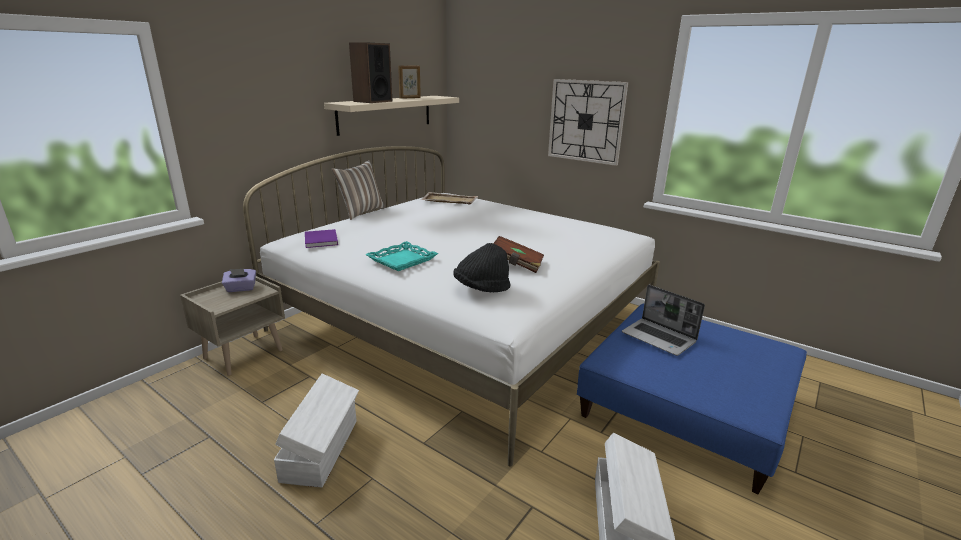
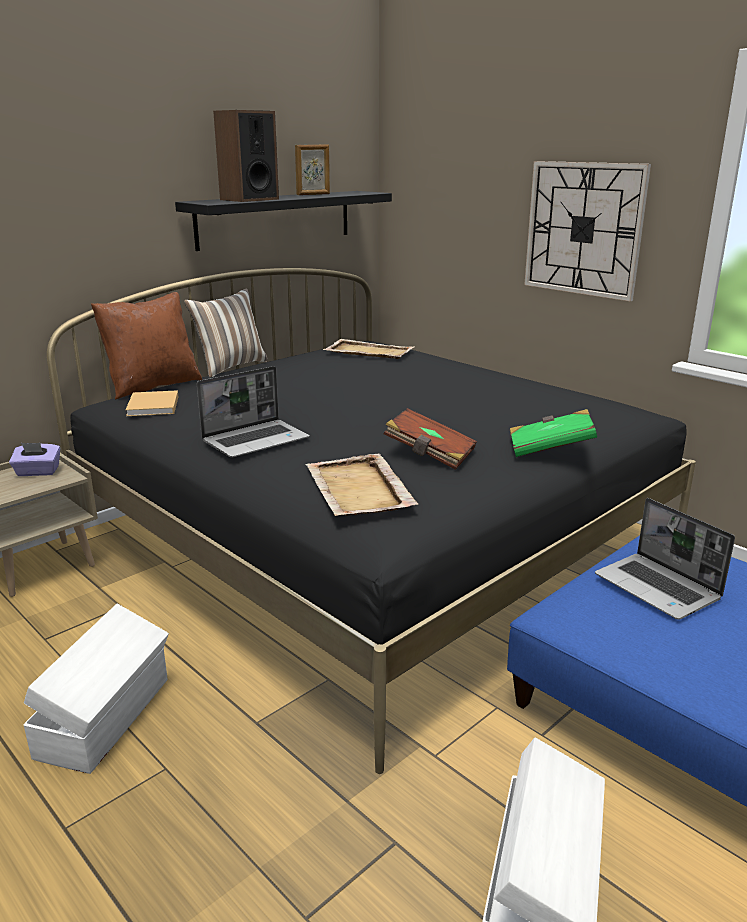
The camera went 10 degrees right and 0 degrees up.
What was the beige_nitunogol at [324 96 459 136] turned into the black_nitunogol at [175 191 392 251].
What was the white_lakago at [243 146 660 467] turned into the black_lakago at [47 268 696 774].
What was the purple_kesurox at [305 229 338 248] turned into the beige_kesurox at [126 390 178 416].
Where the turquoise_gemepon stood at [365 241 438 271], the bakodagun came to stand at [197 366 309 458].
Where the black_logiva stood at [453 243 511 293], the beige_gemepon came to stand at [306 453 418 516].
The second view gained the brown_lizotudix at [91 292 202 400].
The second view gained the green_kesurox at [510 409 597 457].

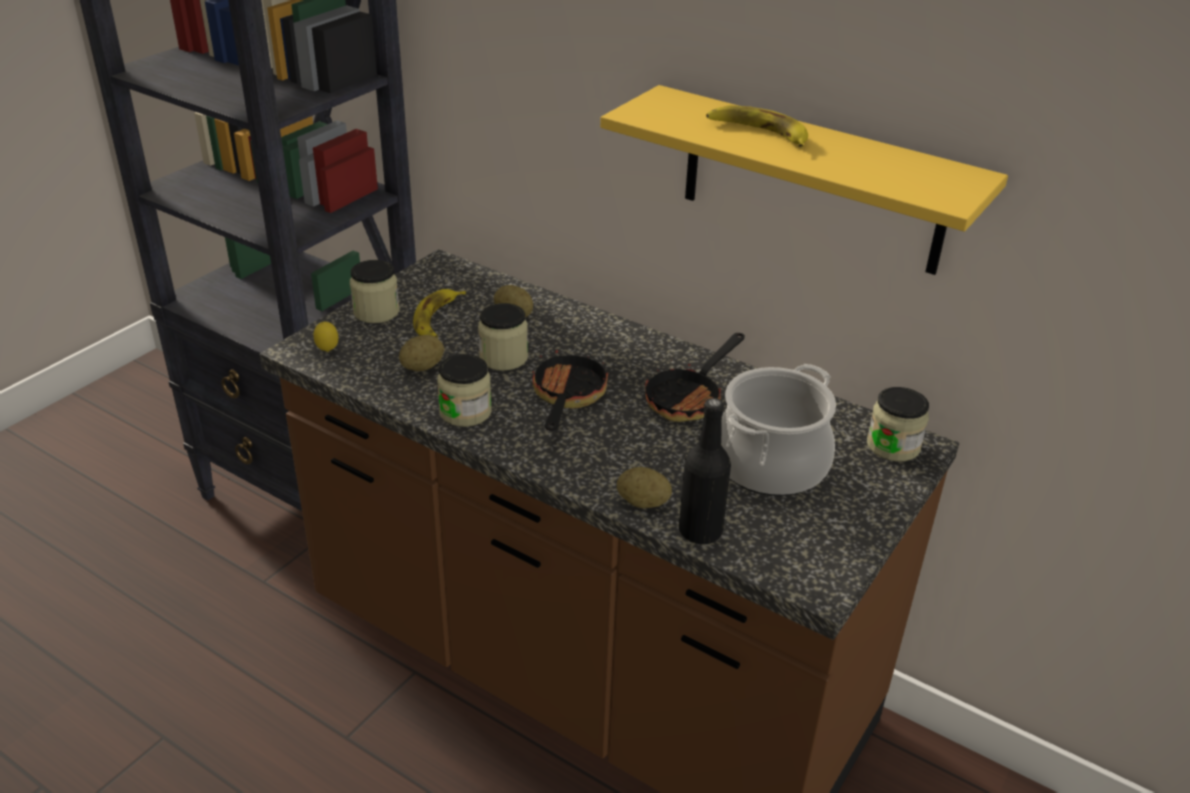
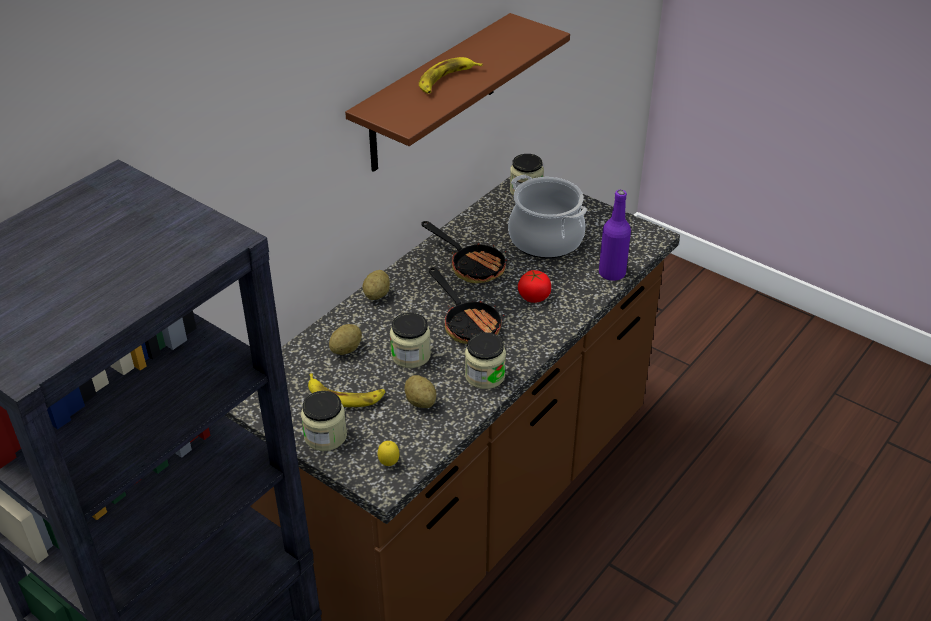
The camera went 85 degrees left and 5 degrees up.
What was the yellow_nitunogol at [600 85 1008 275] turned into the brown_nitunogol at [345 13 570 172].
The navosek at [532 350 608 431] ended up facing another way, 135 degrees counterclockwise from before.
What was the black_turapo at [679 398 731 544] turned into the purple_turapo at [599 190 631 281].
The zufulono ended up elsewhere, having gone from [617 467 672 508] to [362 270 390 300].
The second view gained the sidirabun at [518 270 551 303].

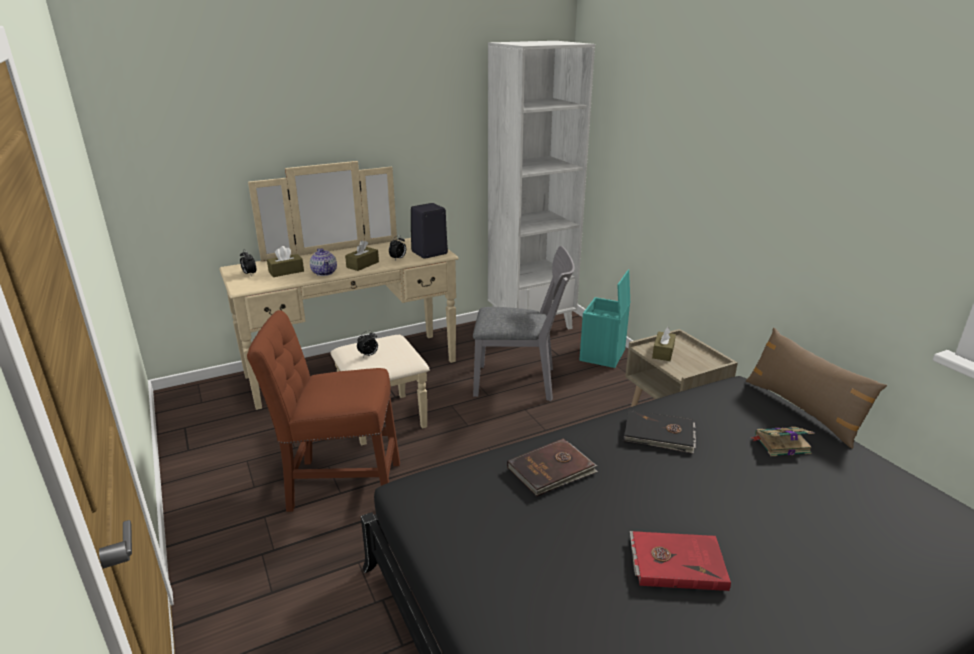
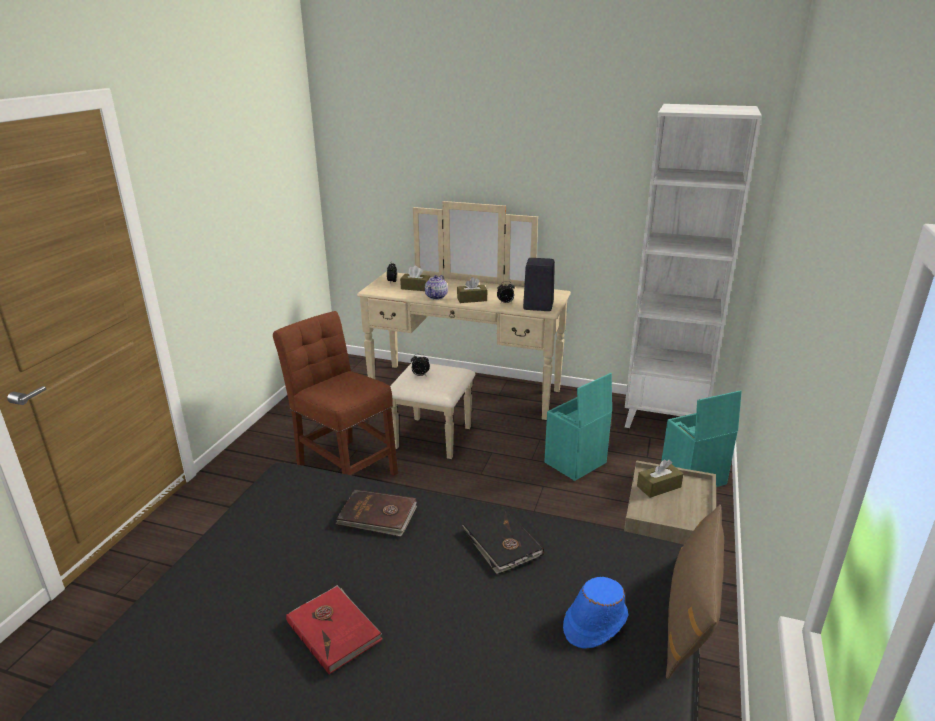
The camera went 45 degrees right and 0 degrees up.
Where the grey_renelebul stood at [473 246 575 401], the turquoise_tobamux came to stand at [544 373 612 481].
Where the kesurox stood at [752 427 815 456], the blue_logiva came to stand at [563 577 628 649].

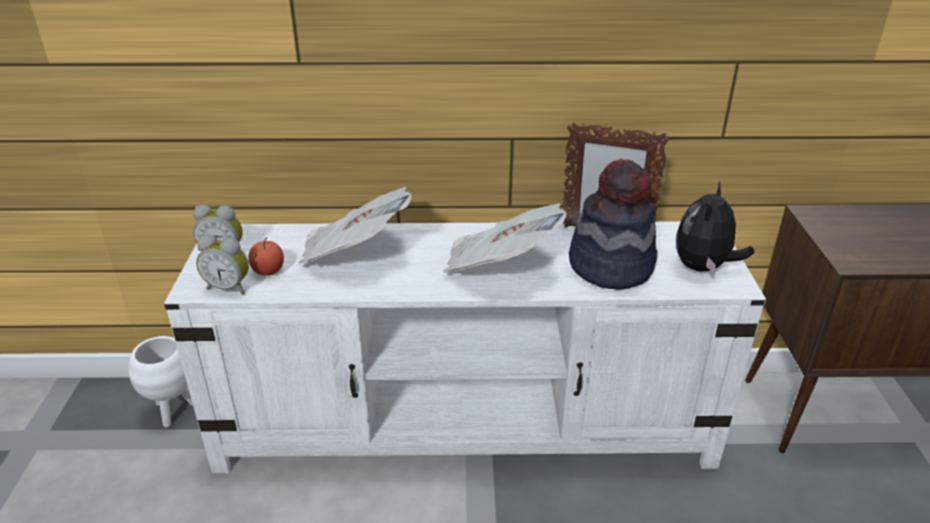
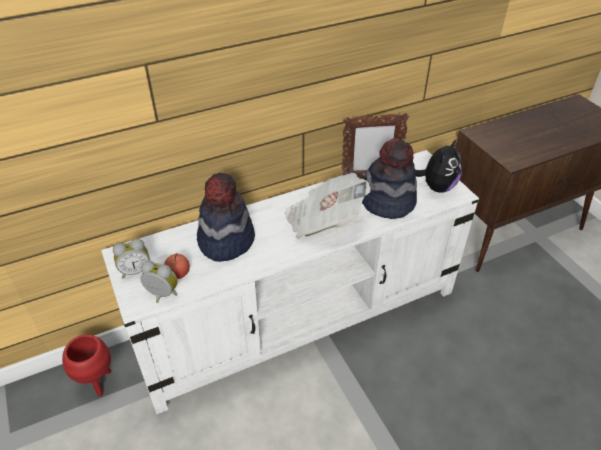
The camera went 25 degrees left and 10 degrees up.
The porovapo at [676 182 754 274] ended up facing another way, 150 degrees counterclockwise from before.
Where the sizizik stood at [299 187 412 264], the logiva came to stand at [197 173 255 262].
The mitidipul at [196 235 249 295] ended up facing another way, 150 degrees counterclockwise from before.
What was the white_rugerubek at [129 336 193 427] turned into the red_rugerubek at [62 335 111 397].

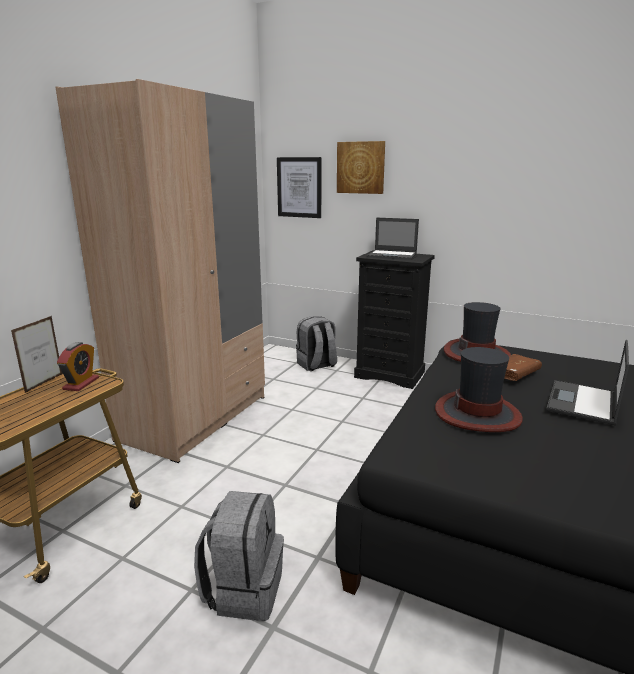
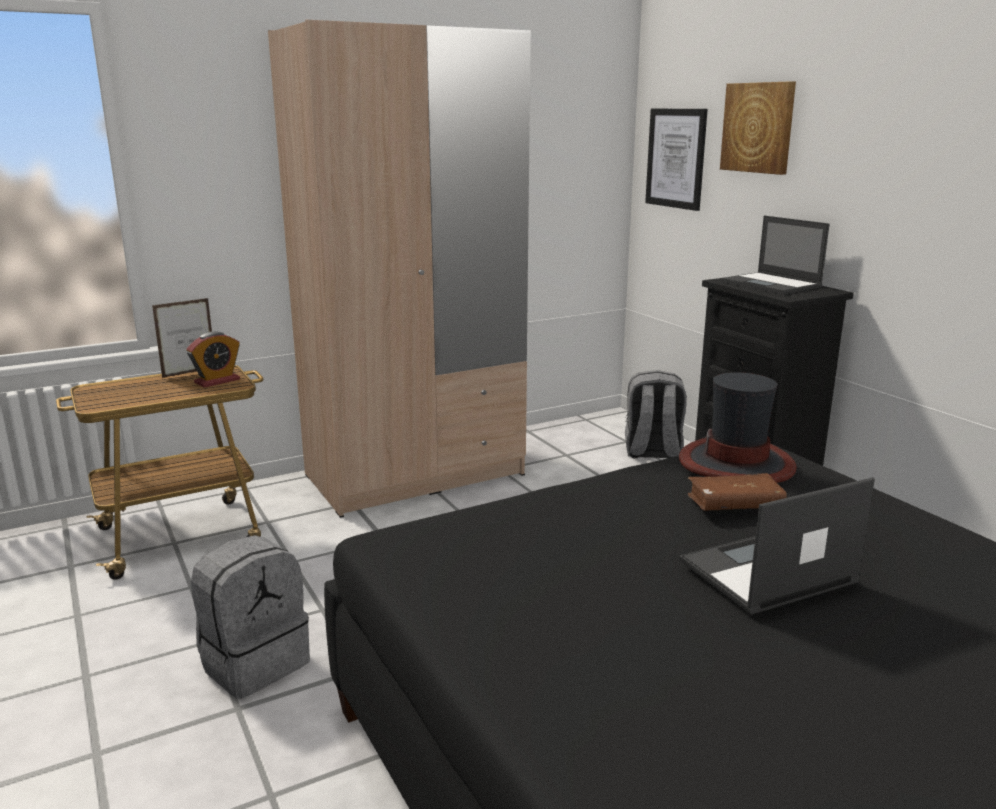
The camera went 35 degrees right and 0 degrees up.
The second view lost the logiva at [435 347 523 432].

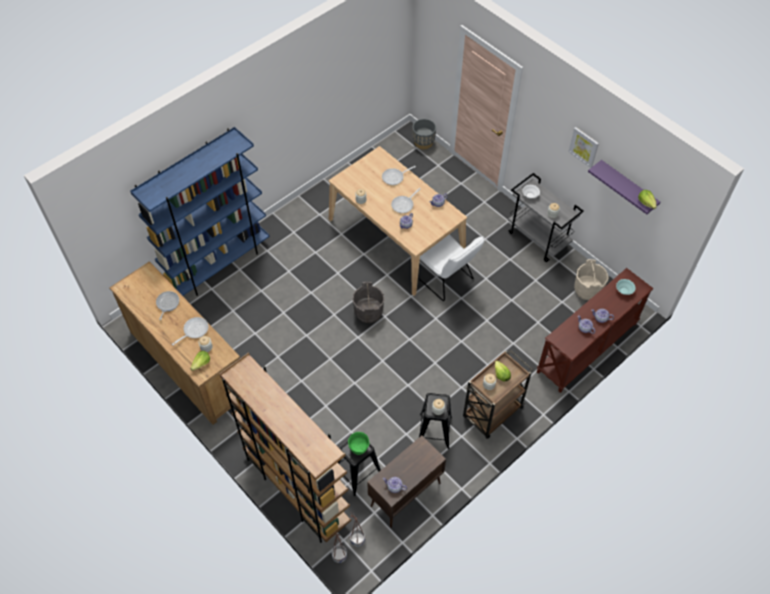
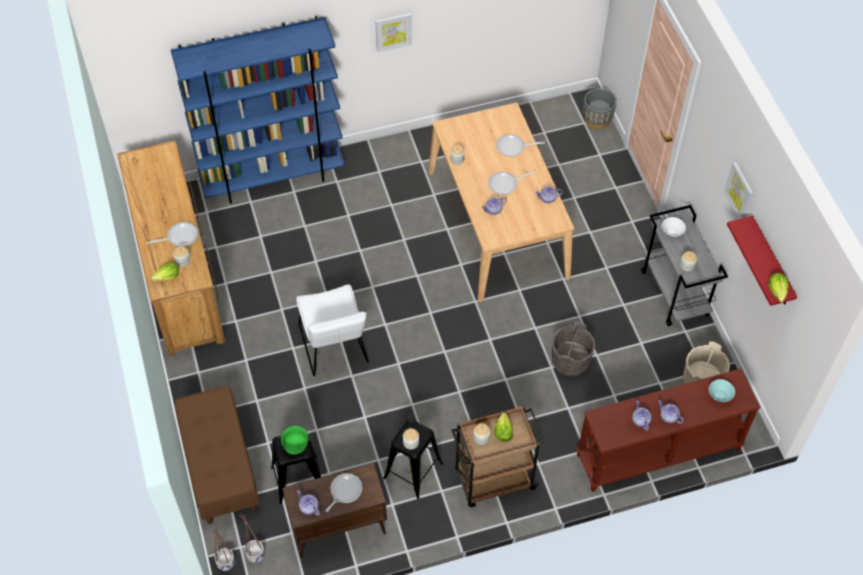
The camera went 25 degrees right and 0 degrees up.
What was the purple_nitunogol at [588 160 660 214] turned into the red_nitunogol at [727 216 797 306].
The white_renelebul ended up elsewhere, having gone from [418 235 484 301] to [296 284 369 376].
The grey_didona ended up elsewhere, having gone from [352 282 385 323] to [552 322 595 377].
The navosek ended up elsewhere, having gone from [156 291 179 320] to [326 473 362 512].
Where the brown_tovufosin stood at [219 352 351 543], the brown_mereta came to stand at [175 386 260 524].
The second view gained the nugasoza at [375 13 412 52].

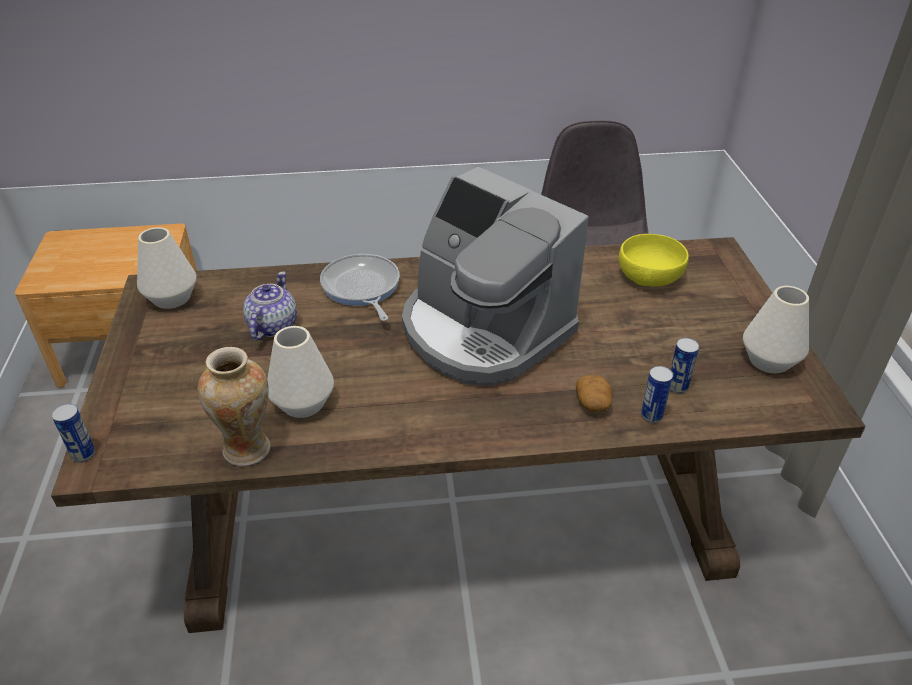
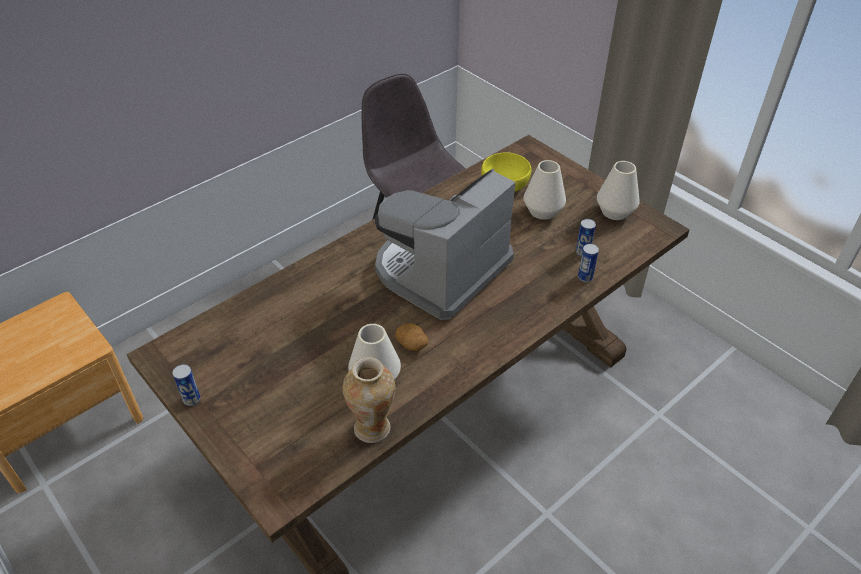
The camera went 35 degrees left and 5 degrees up.
The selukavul at [402 167 589 386] ended up facing another way, 120 degrees clockwise from before.
The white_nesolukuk ended up elsewhere, having gone from [137 227 197 309] to [524 160 566 220].
The second view lost the navosek at [320 254 400 321].
The second view lost the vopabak at [243 271 297 340].
The zufulono ended up elsewhere, having gone from [576 375 612 412] to [395 323 428 351].
The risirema ended up elsewhere, having gone from [52 404 95 463] to [172 364 200 406].

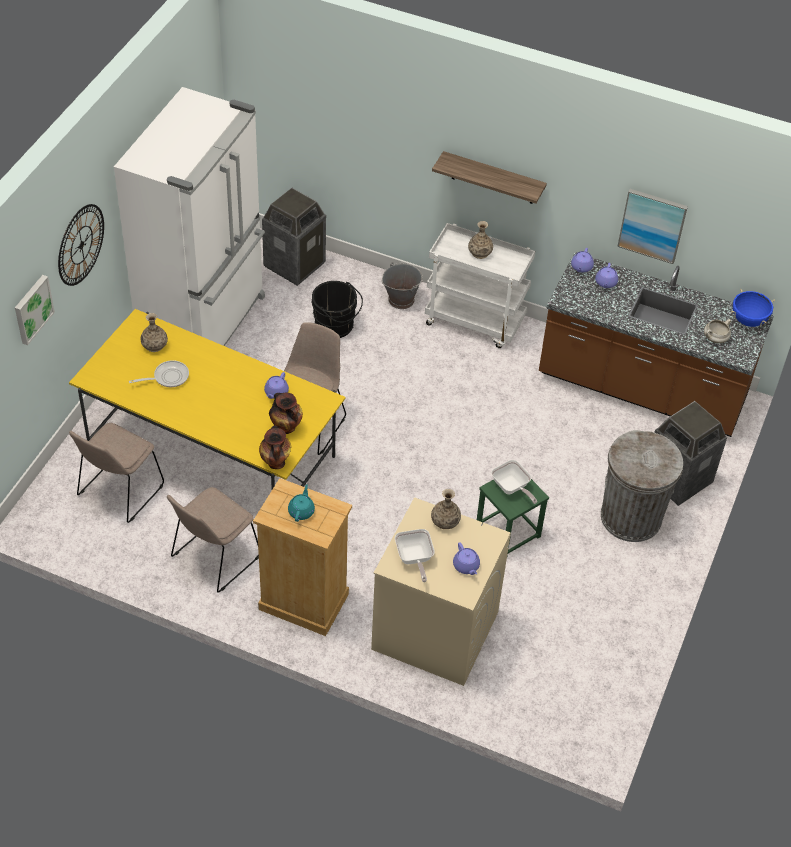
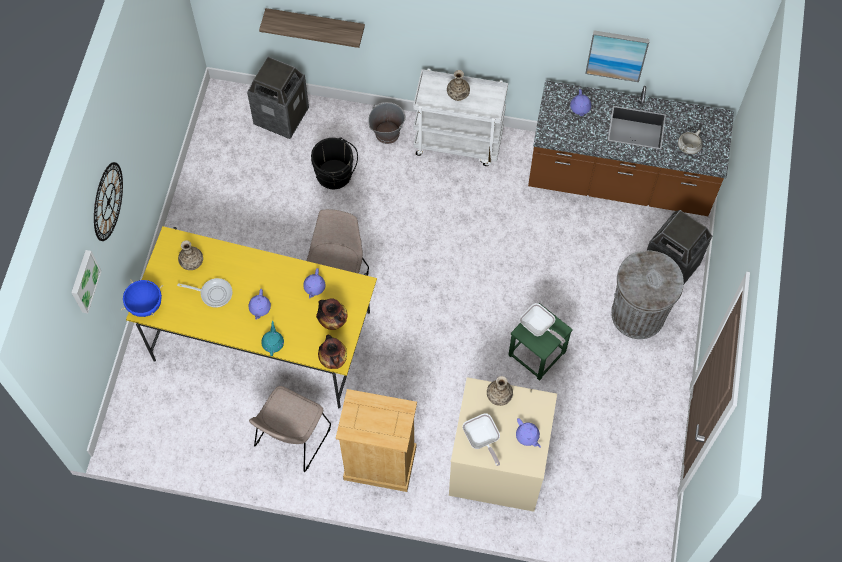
The camera went 10 degrees left and 15 degrees up.
The second view lost the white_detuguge at [114 87 265 346].
The nitunogol ended up elsewhere, having gone from [432 151 547 204] to [259 8 365 48].
The purple_vopabak ended up elsewhere, having gone from [571 248 594 272] to [249 289 271 320].
The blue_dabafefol ended up elsewhere, having gone from [731 289 775 327] to [121 279 163 317].
The navosek at [129 360 189 387] ended up facing another way, 45 degrees clockwise from before.
The second view lost the beige_renelebul at [69 423 164 523].
The turquoise_vopabak ended up elsewhere, having gone from [288 484 315 522] to [261 321 284 356].

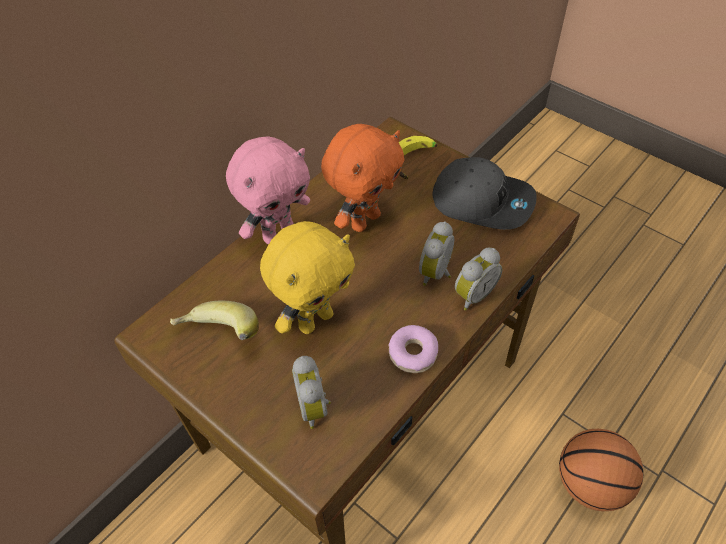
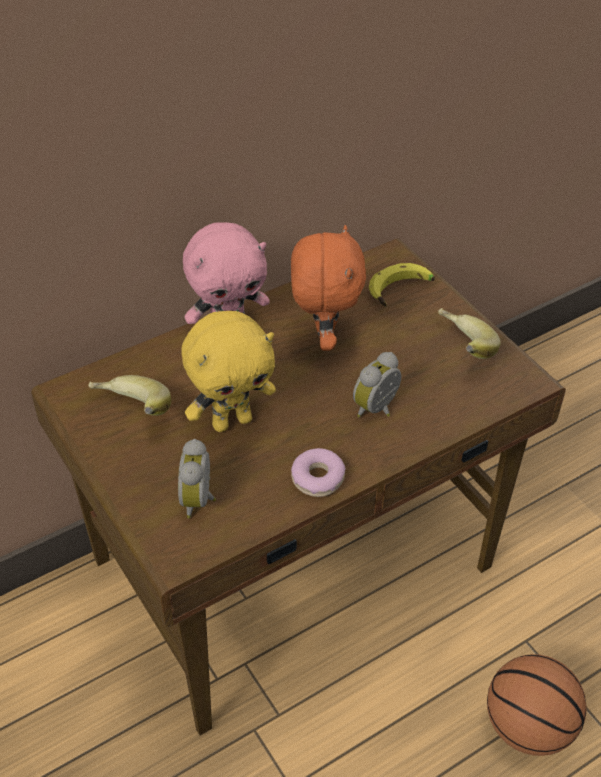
The camera went 15 degrees right and 5 degrees down.
The orange_porovapo at [321 124 404 232] ended up facing another way, 60 degrees counterclockwise from before.
Where the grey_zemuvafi stood at [432 157 537 230], the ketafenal came to stand at [438 308 501 359].
The second view lost the mitidipul at [455 247 502 311].

